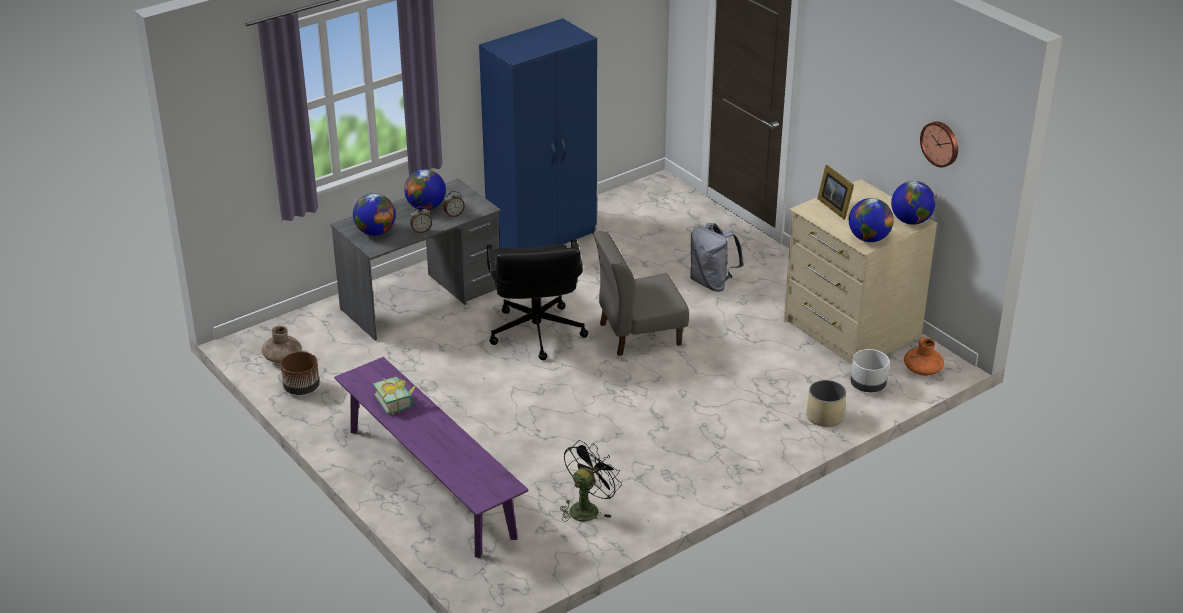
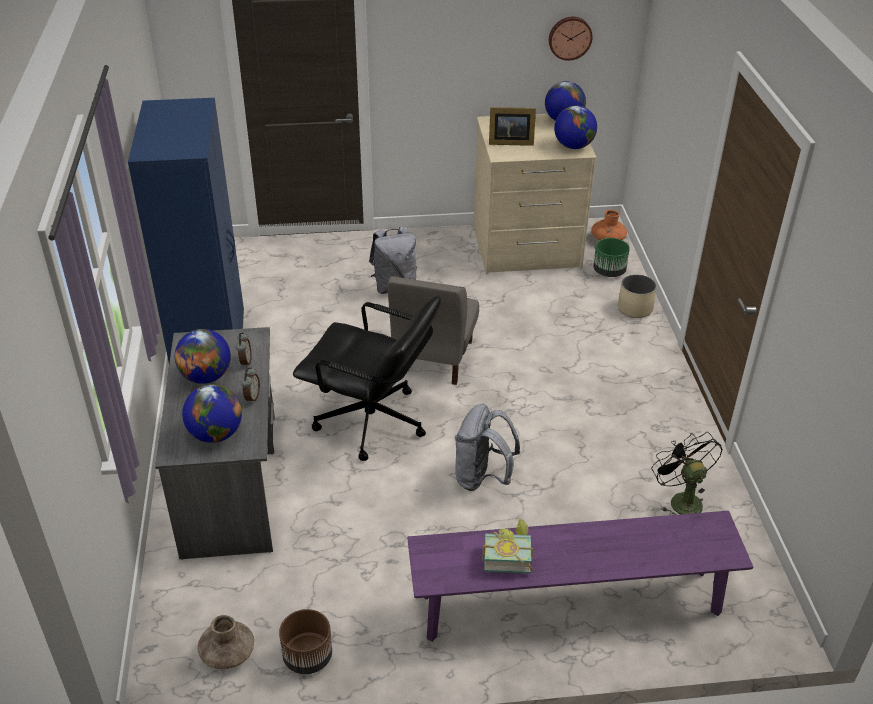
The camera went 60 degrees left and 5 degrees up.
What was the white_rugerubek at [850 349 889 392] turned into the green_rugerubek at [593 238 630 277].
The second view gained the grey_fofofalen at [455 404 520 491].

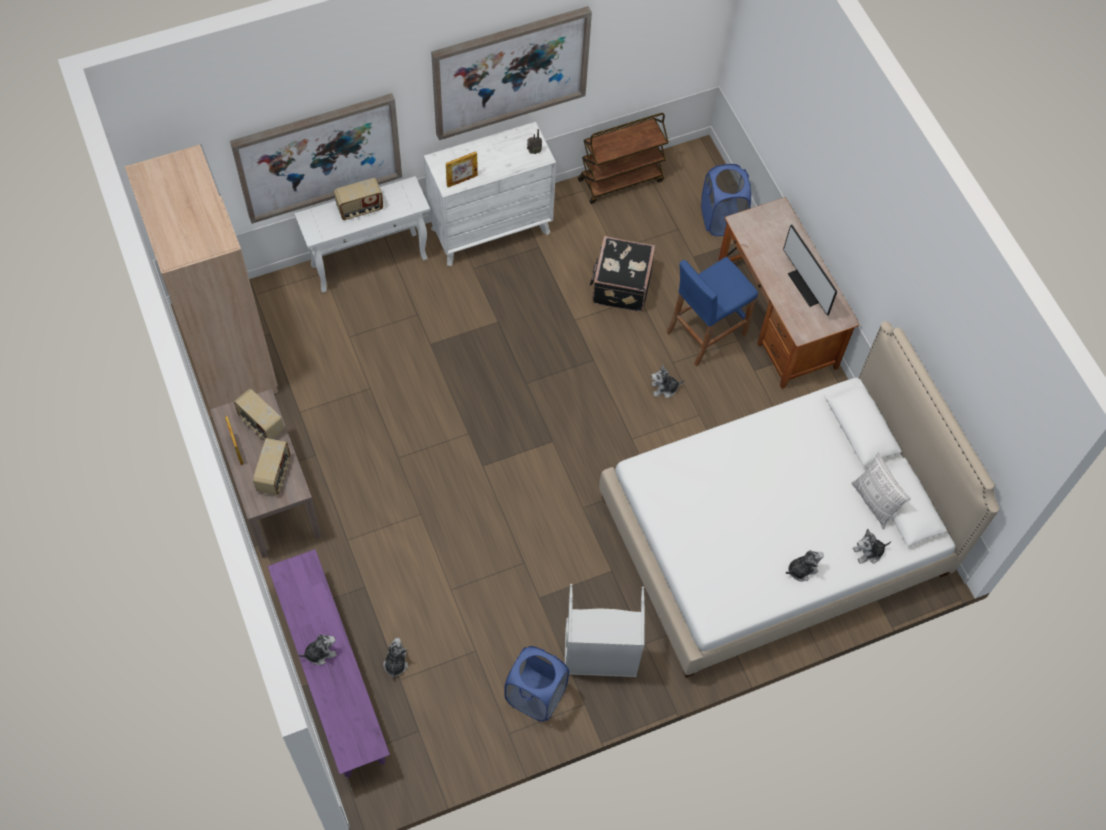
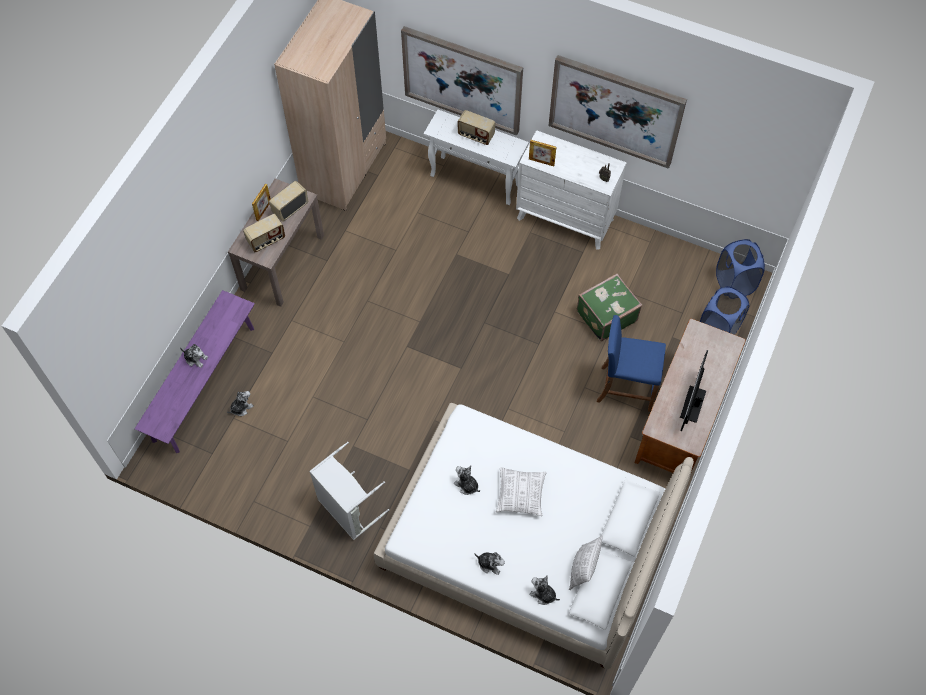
The camera went 50 degrees right and 0 degrees up.
The second view lost the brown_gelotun at [578 113 669 204].
What was the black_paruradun at [590 236 655 312] turned into the green_paruradun at [577 273 642 341].
The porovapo ended up elsewhere, having gone from [651 364 684 398] to [454 465 480 495].
The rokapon at [234 389 284 440] ended up facing another way, 45 degrees clockwise from before.
The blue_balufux ended up elsewhere, having gone from [504 646 569 722] to [716 239 765 296].
The second view gained the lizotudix at [496 467 546 516].

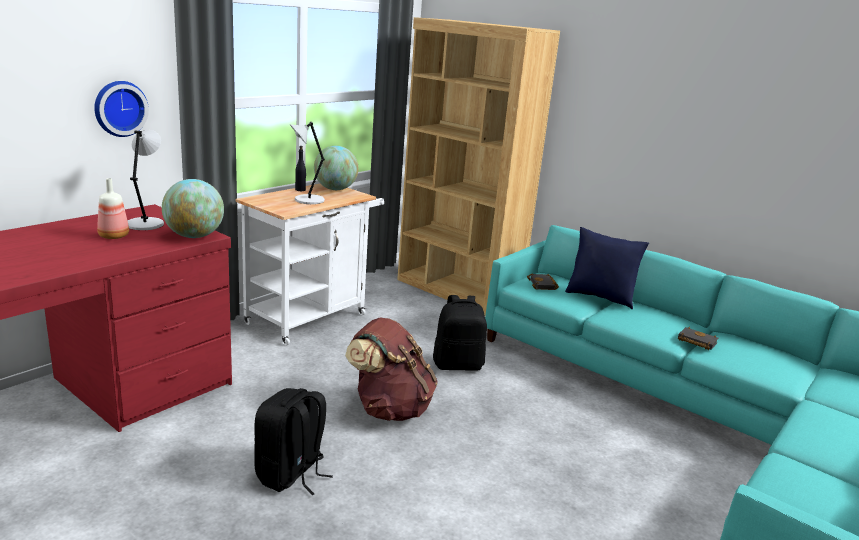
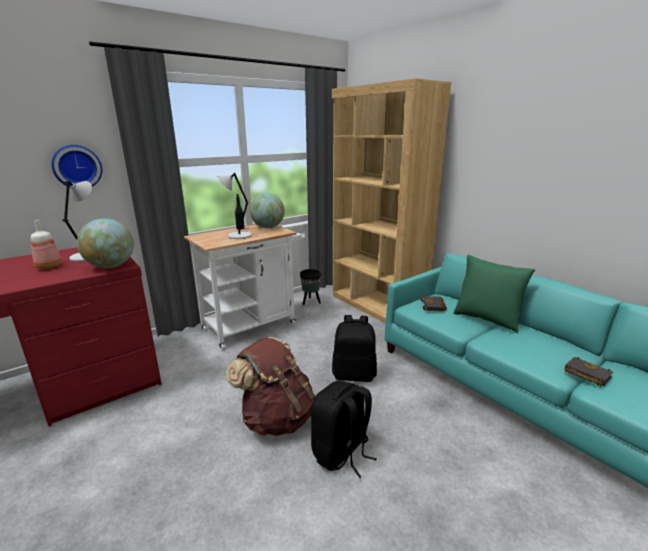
The camera went 15 degrees right and 0 degrees up.
What was the blue_lizotudix at [565 227 649 309] turned into the green_lizotudix at [453 255 535 333].
The black_fofofalen ended up elsewhere, having gone from [254 388 333 495] to [311 381 377 478].
The second view gained the black_rugerubek at [300 269 321 305].

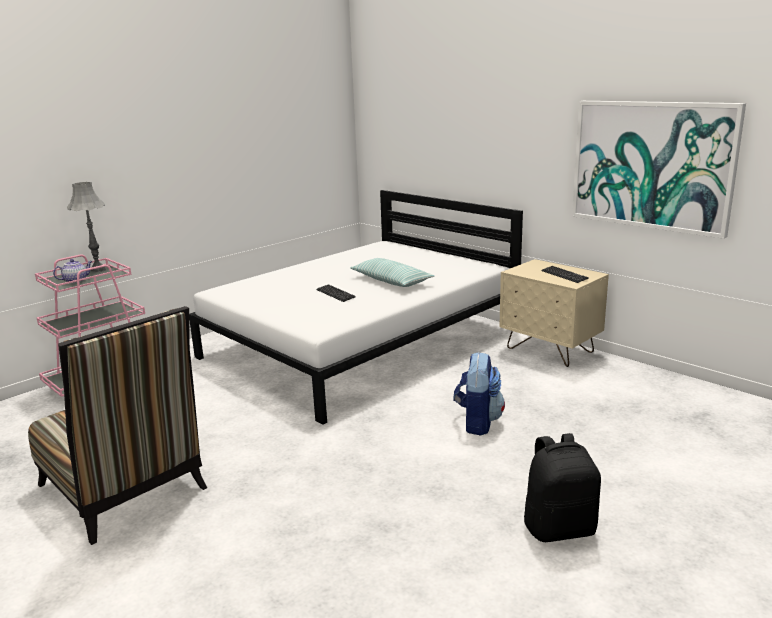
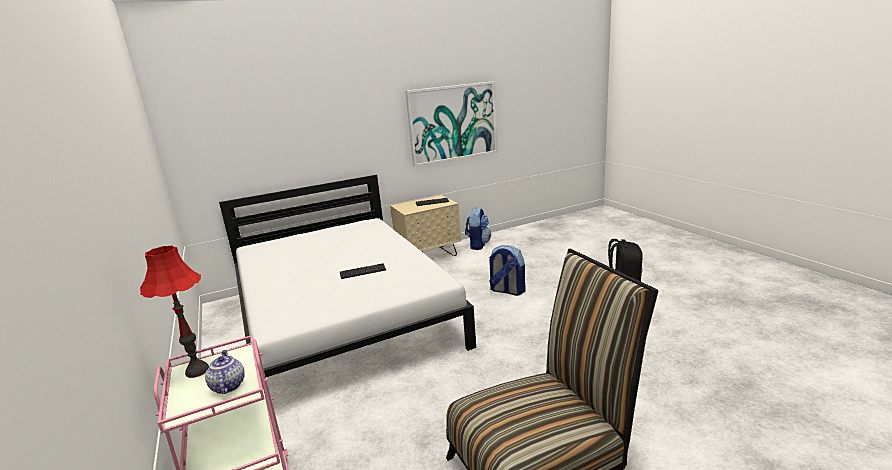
The camera went 70 degrees left and 0 degrees up.
What was the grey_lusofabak at [67 182 106 273] turned into the red_lusofabak at [140 245 209 378].
The second view lost the lizotudix at [350 258 434 287].
The second view gained the fofofalen at [465 207 491 250].

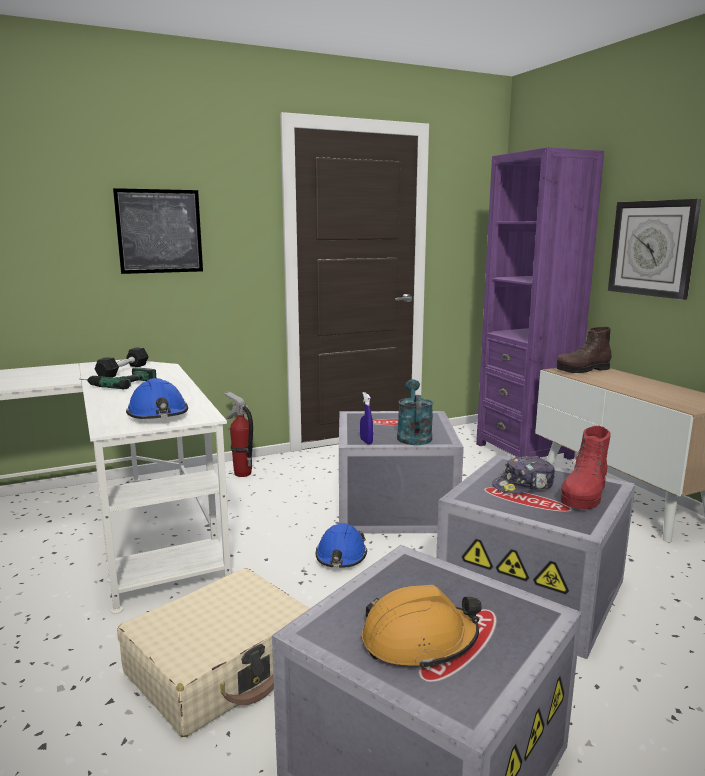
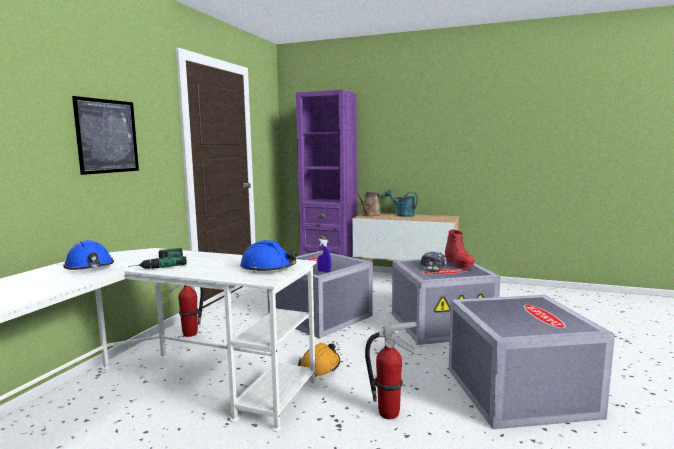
The camera went 45 degrees left and 5 degrees down.
The second view lost the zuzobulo at [608 199 701 300].
Where the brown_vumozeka stood at [557 327 611 373], the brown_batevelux came to stand at [356 192 382 216].
The second view lost the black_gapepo at [95 347 149 377].
The turquoise_batevelux ended up elsewhere, having gone from [397 379 433 445] to [385 190 418 217].
The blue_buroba ended up elsewhere, having gone from [316 523 367 568] to [63 240 114 270].
Where the beige_paruradun stood at [117 568 310 737], the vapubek came to stand at [365 321 417 419].
The orange_buroba ended up elsewhere, having gone from [362 585 482 670] to [298 343 340 377].

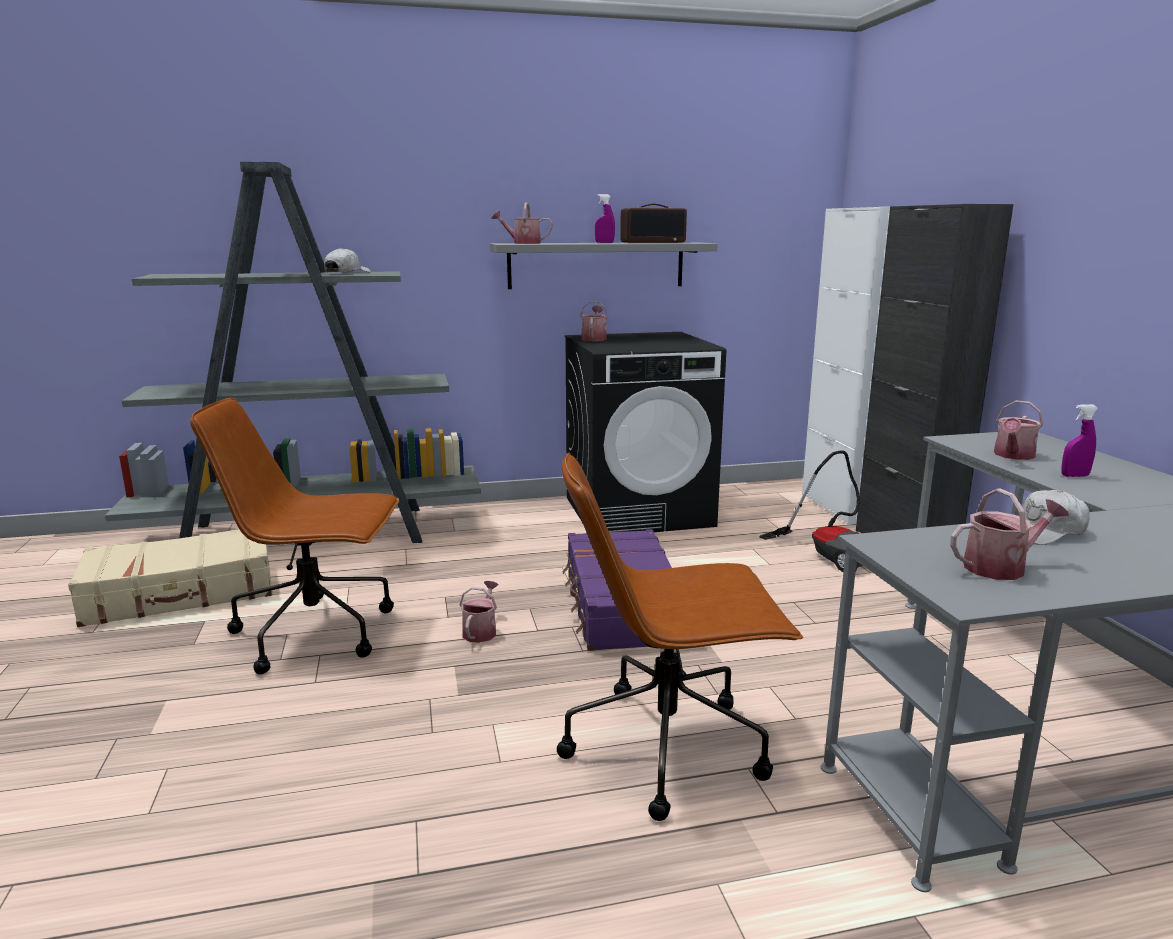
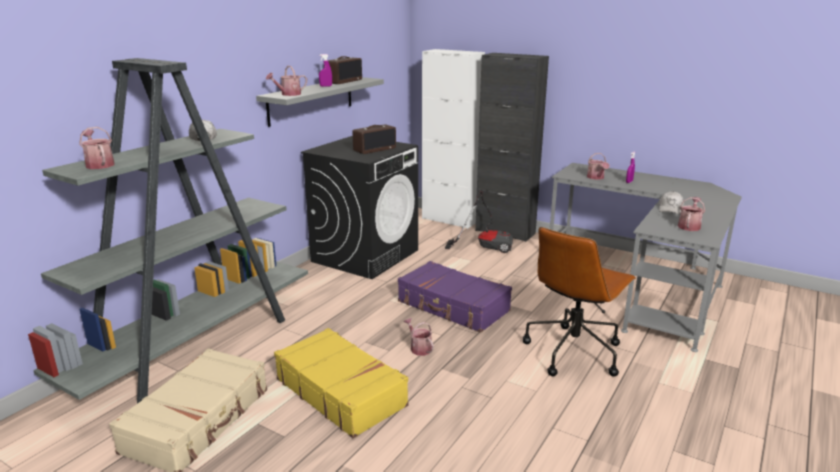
The camera went 45 degrees left and 5 degrees up.
The batevelux ended up elsewhere, having gone from [580 301 608 341] to [79 127 115 169].
Where the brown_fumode stood at [190 398 399 675], the yellow_paruradun came to stand at [274 328 408 438].
The second view gained the rokapon at [353 124 396 154].

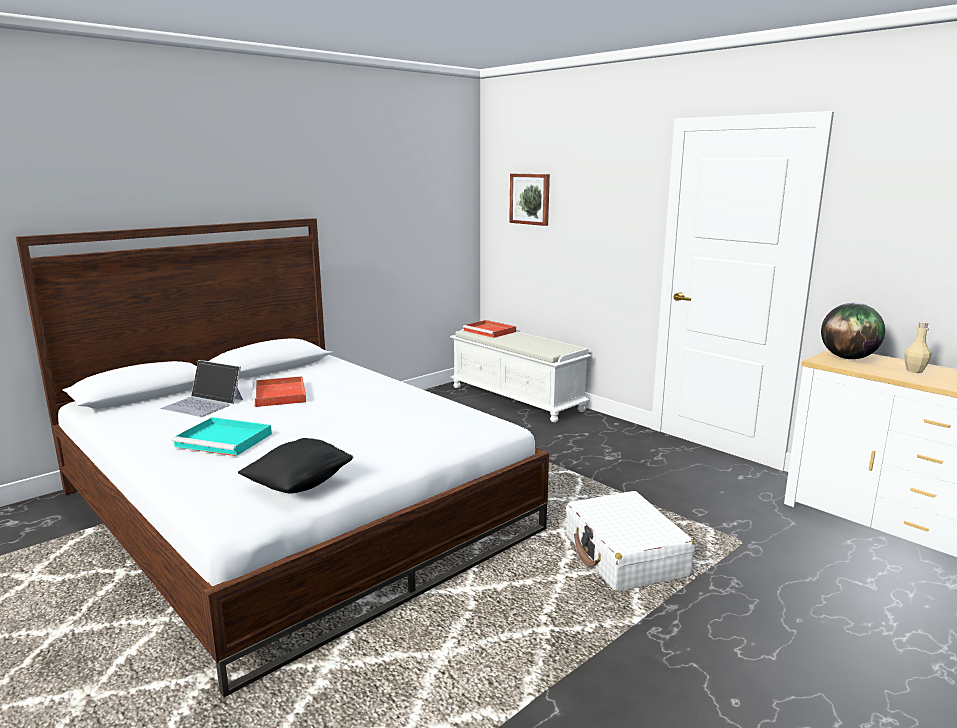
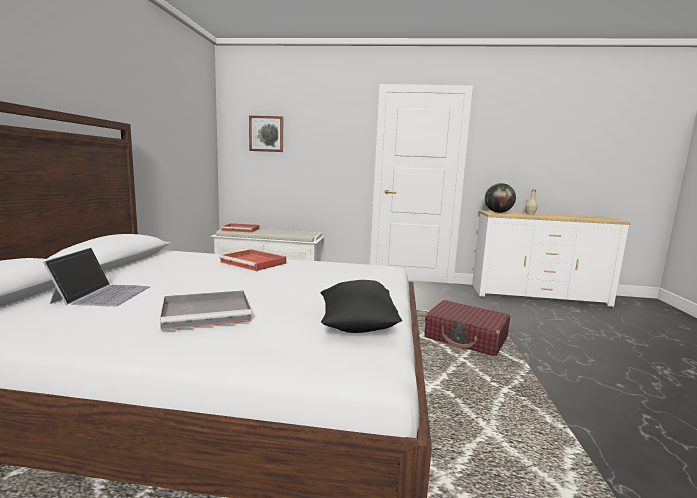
The camera went 40 degrees left and 5 degrees down.
The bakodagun at [161 360 243 417] ended up facing another way, 75 degrees counterclockwise from before.
The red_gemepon ended up elsewhere, having gone from [252 376 306 407] to [219 249 286 271].
What was the turquoise_gemepon at [172 417 272 456] turned into the grey_gemepon at [160 291 252 330].
What was the white_paruradun at [566 491 695 592] turned into the red_paruradun at [424 300 510 356].

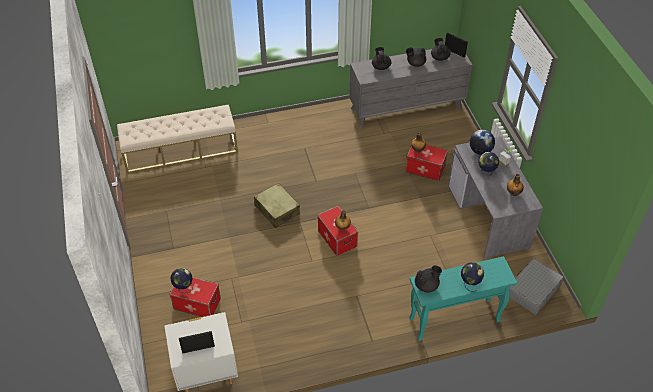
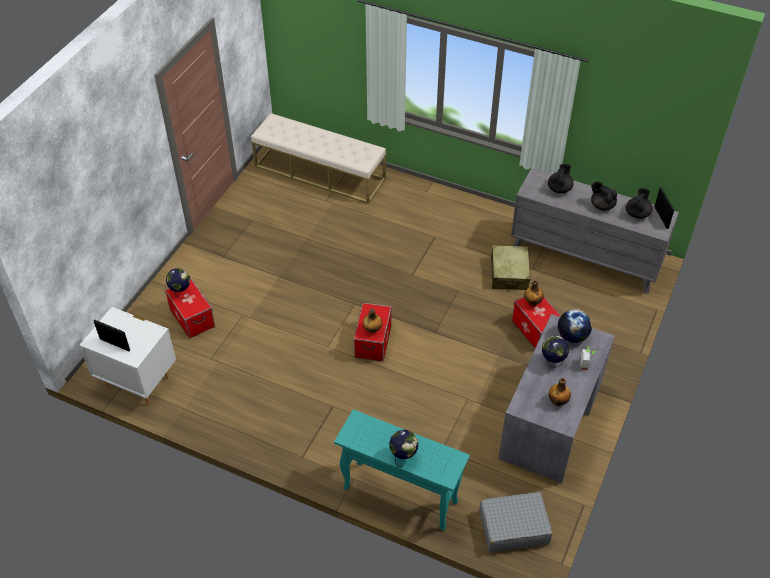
The camera went 40 degrees right and 0 degrees up.
The beige_paruradun ended up elsewhere, having gone from [254 183 300 228] to [491 245 531 290].
The second view lost the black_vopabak at [415 265 442 292].

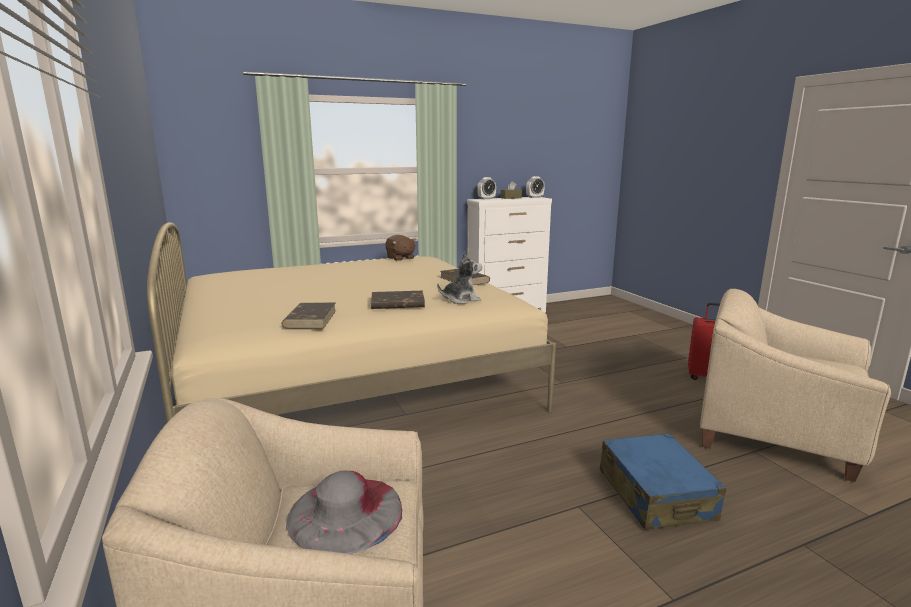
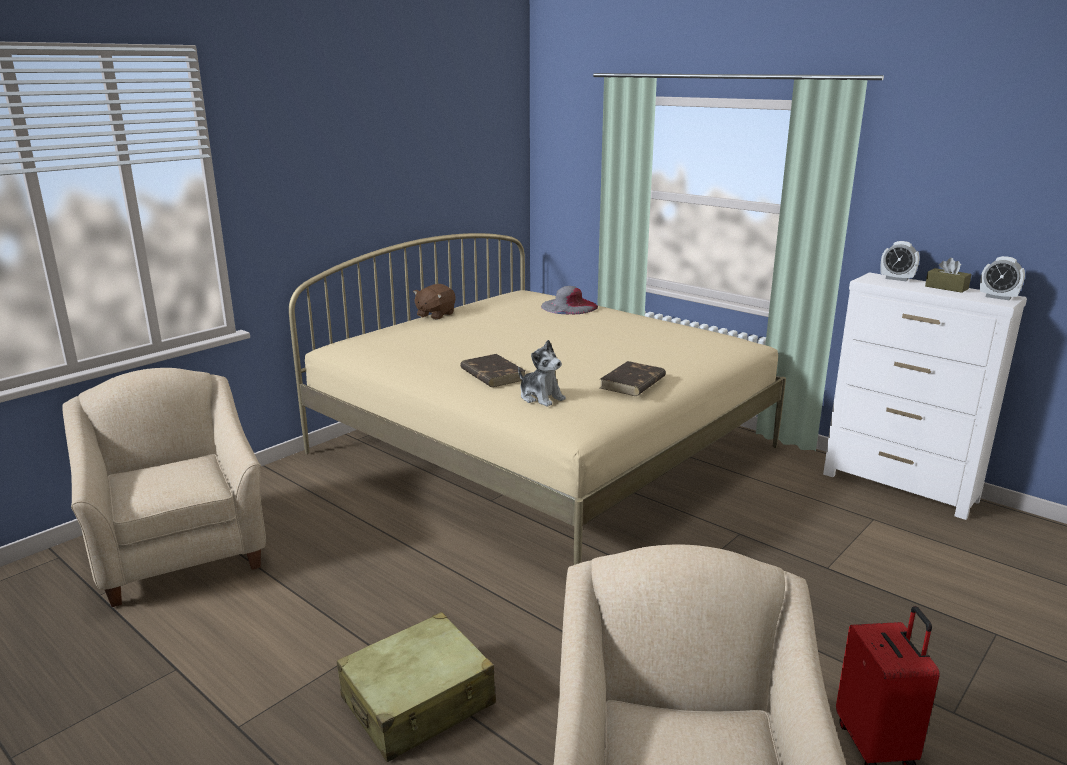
The camera went 65 degrees right and 5 degrees up.
The brown_porovapo ended up elsewhere, having gone from [385 235 416 261] to [413 284 456 320].
The second view lost the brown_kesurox at [282 303 336 328].
What was the blue_paruradun at [600 433 726 530] turned into the beige_paruradun at [337 612 496 762].
The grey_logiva ended up elsewhere, having gone from [286 471 402 554] to [541 286 598 314].

